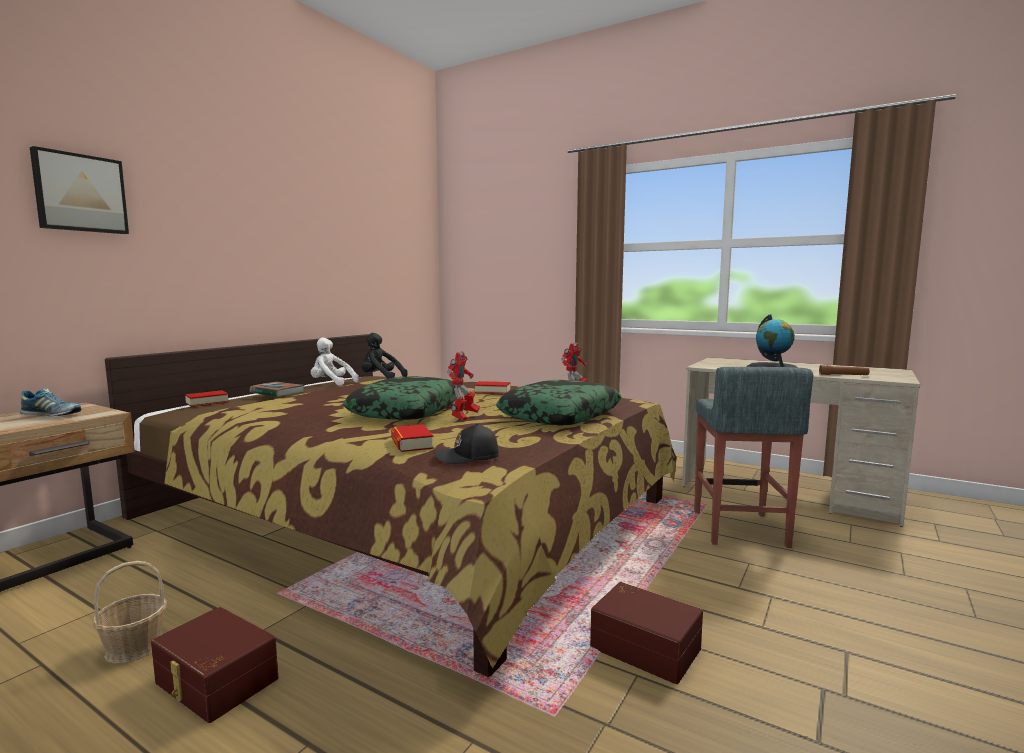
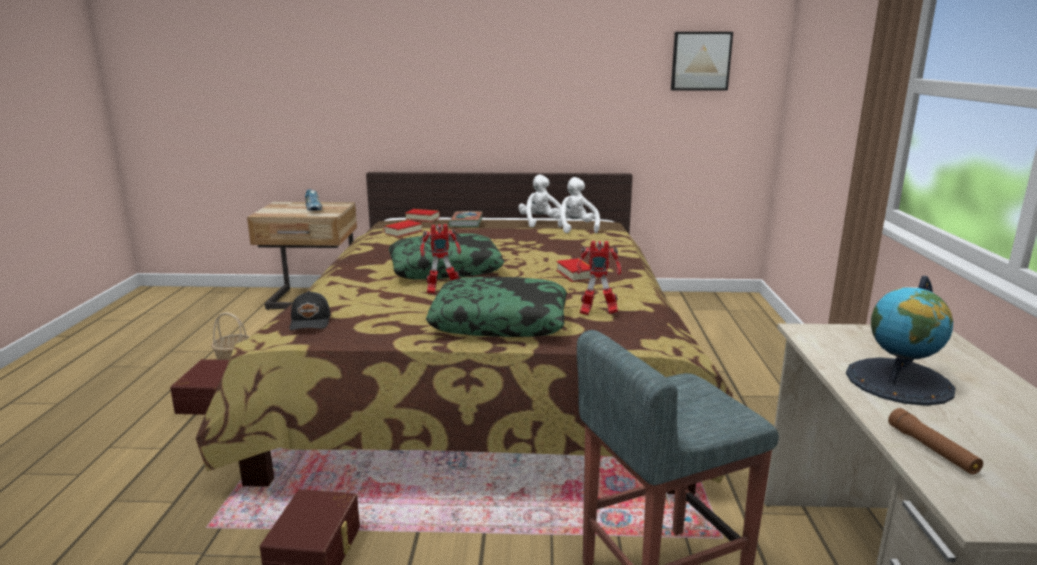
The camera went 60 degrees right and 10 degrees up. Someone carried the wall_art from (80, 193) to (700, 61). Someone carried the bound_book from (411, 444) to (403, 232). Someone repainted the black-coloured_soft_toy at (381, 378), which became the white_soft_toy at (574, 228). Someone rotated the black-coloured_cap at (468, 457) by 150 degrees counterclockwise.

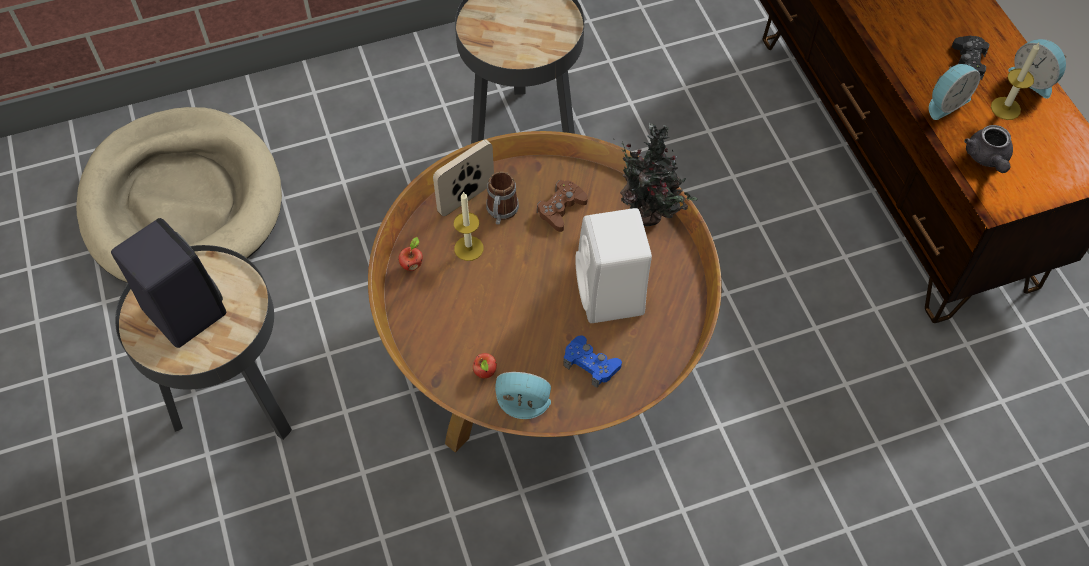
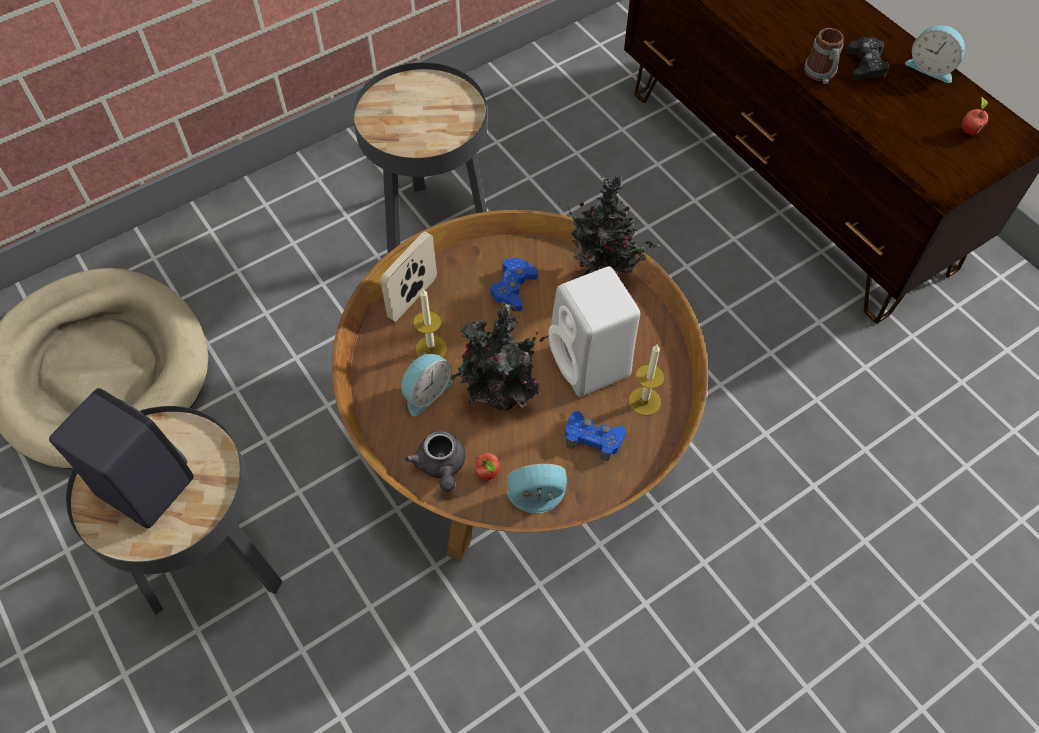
The camera went 15 degrees left and 0 degrees up. Someone put down the plant_in_a_pot at (500, 398). Someone carried the whole_apple from (412, 265) to (969, 130). Someone carried the tea_mug from (501, 213) to (821, 75). Someone carried the table_clock from (946, 102) to (425, 392). Someone carried the grey_pot_for_tea from (987, 158) to (441, 466). Someone carried the wax_candle from (1005, 108) to (644, 401). Someone repainted the brown-coloured_game_controller at (561, 209), which became the blue_game_controller at (513, 288).

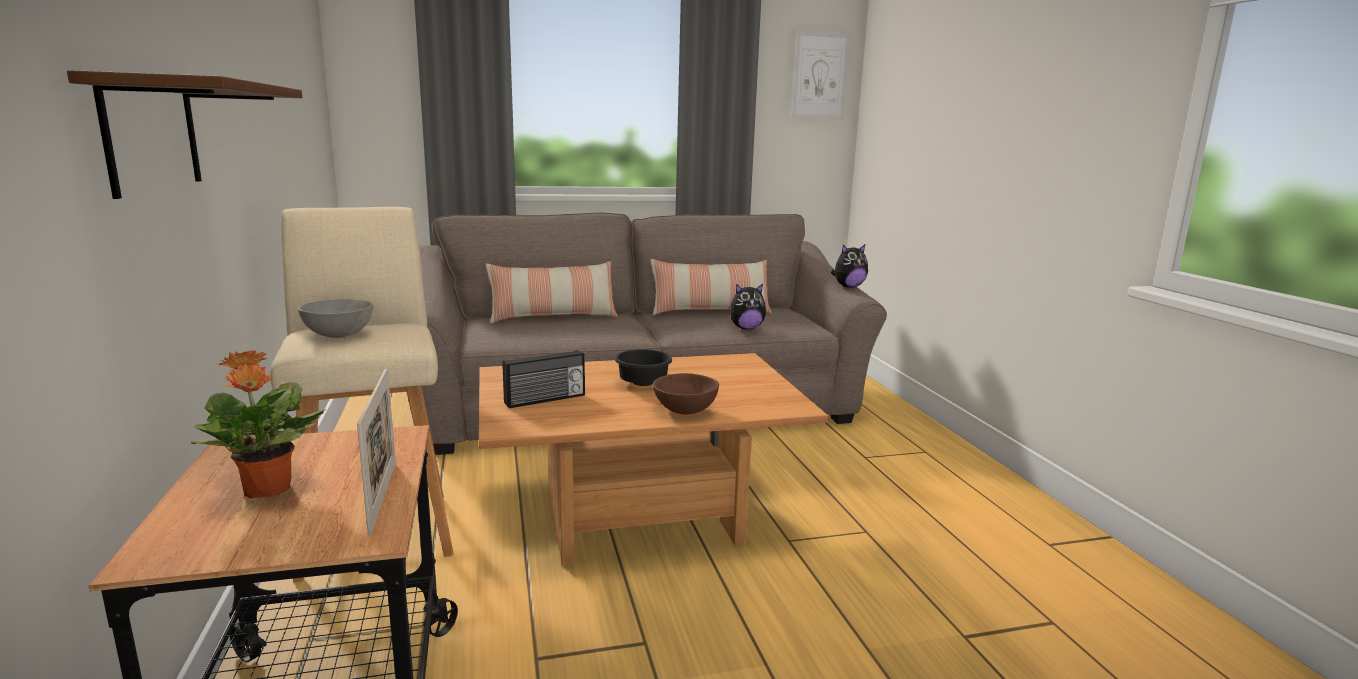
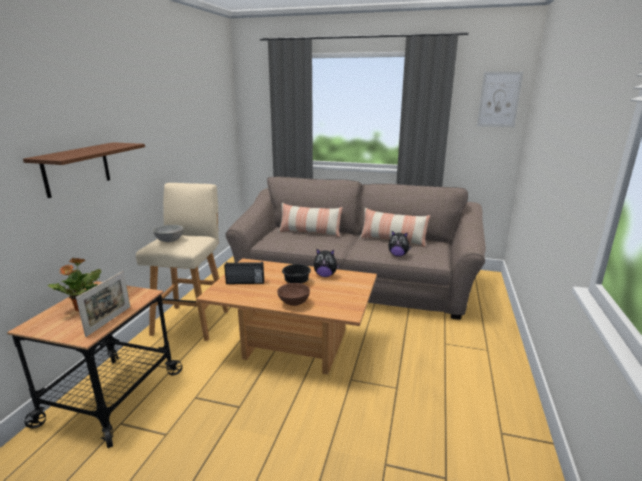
The camera went 30 degrees right and 5 degrees up. Someone carried the soft_toy from (848, 287) to (325, 275).

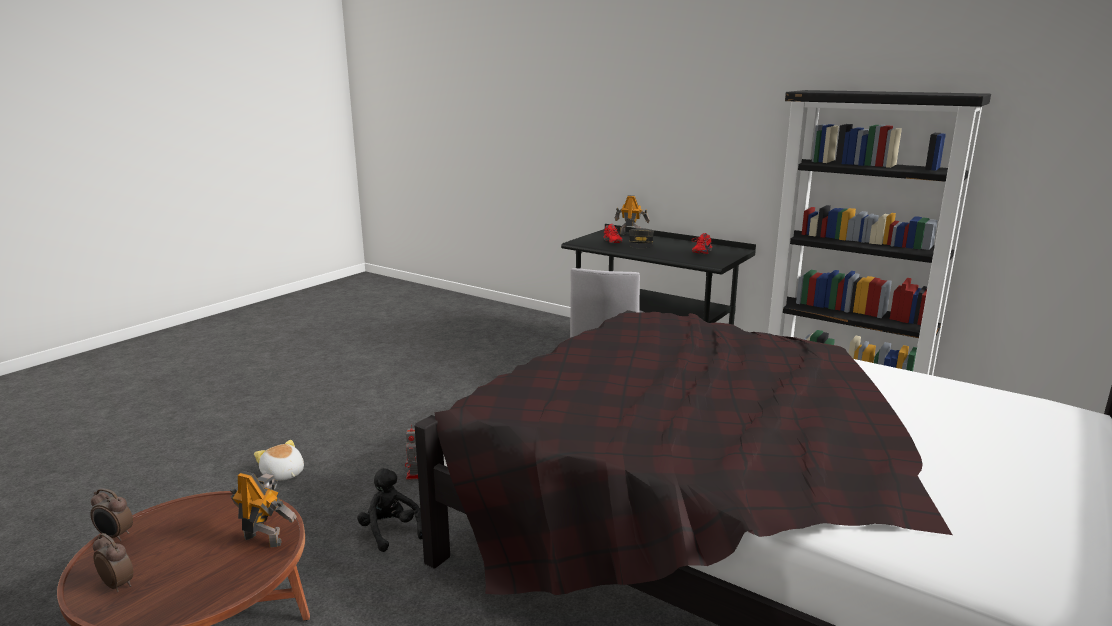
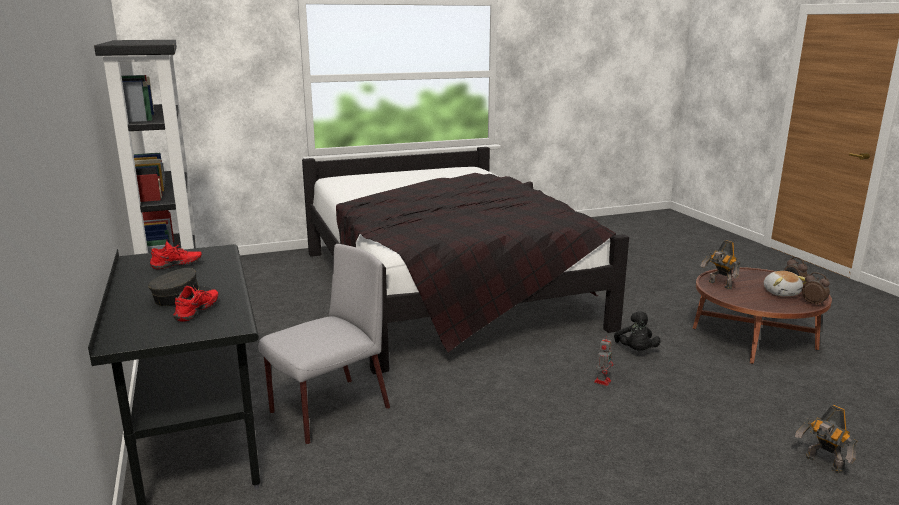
The camera went 145 degrees left and 0 degrees up. Someone carried the soft_toy from (283, 474) to (781, 293). Someone carried the model_robot from (630, 234) to (822, 464).

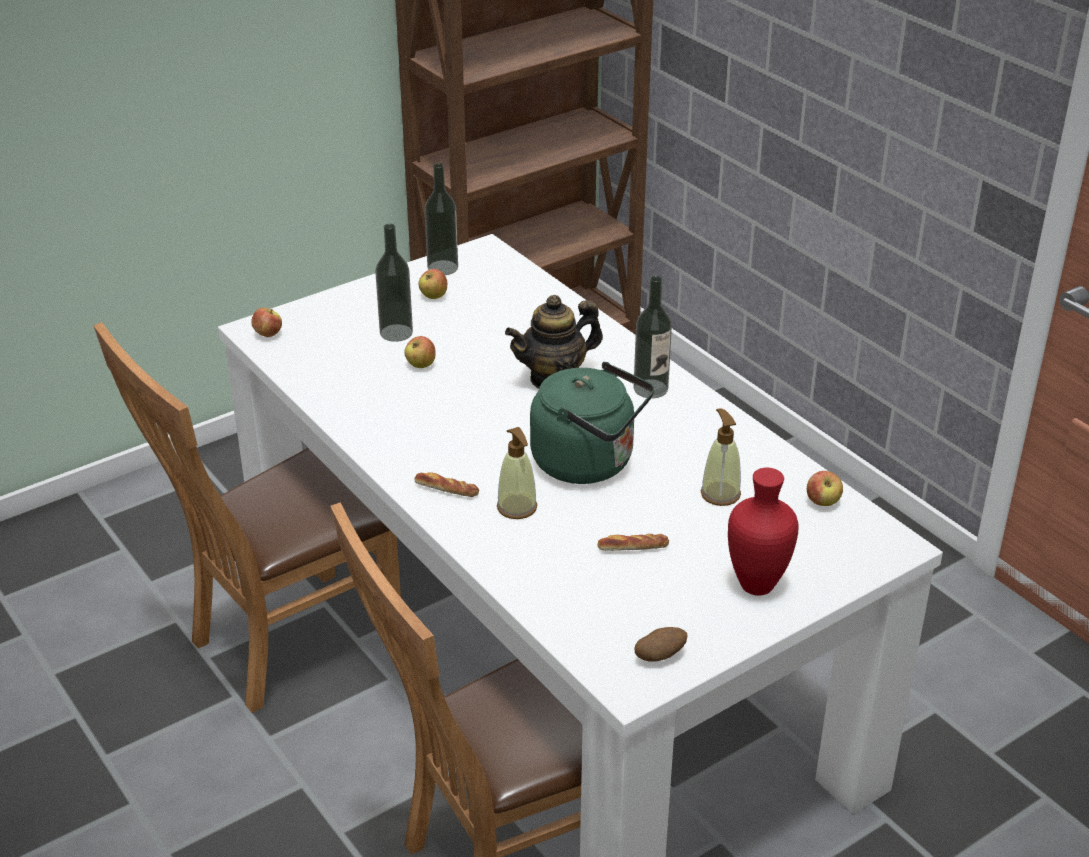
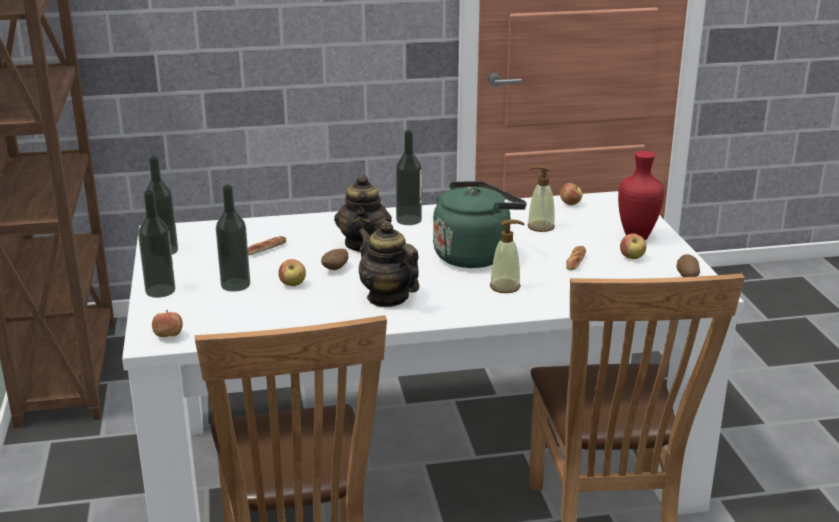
The camera went 65 degrees left and 10 degrees down. Someone put down the beverage_bottle at (160, 291). Someone put down the whole_potato at (335, 269). Someone put down the pot_for_tea at (387, 298). Someone carried the bread from (446, 489) to (266, 249). Someone carried the whole_apple from (433, 296) to (632, 257).

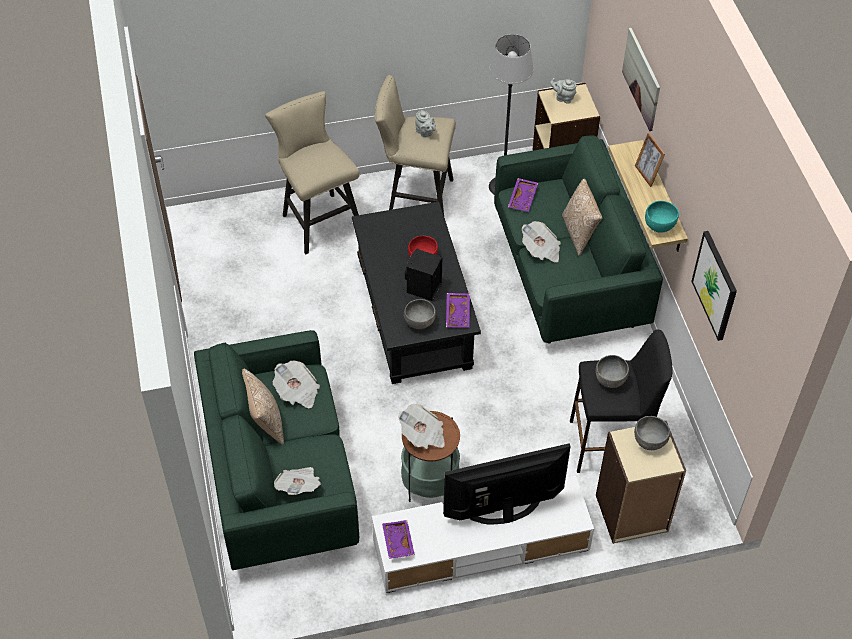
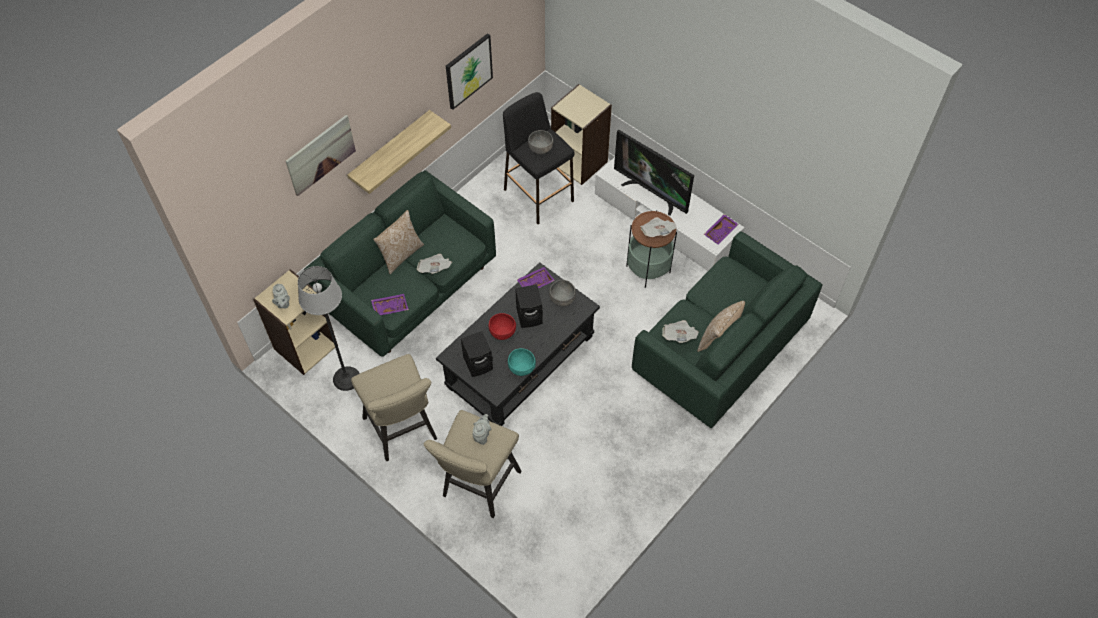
The camera went 125 degrees left and 5 degrees up. Someone took away the daily_paper at (299, 487). Someone took away the grey_serving_bowl at (649, 442). Someone took away the photo_frame at (646, 175). Someone put down the black-coloured_speaker at (479, 363). Someone carried the grey_pot_for_tea from (425, 133) to (482, 435). Someone carried the blue-green_serving_bowl from (659, 226) to (521, 368).

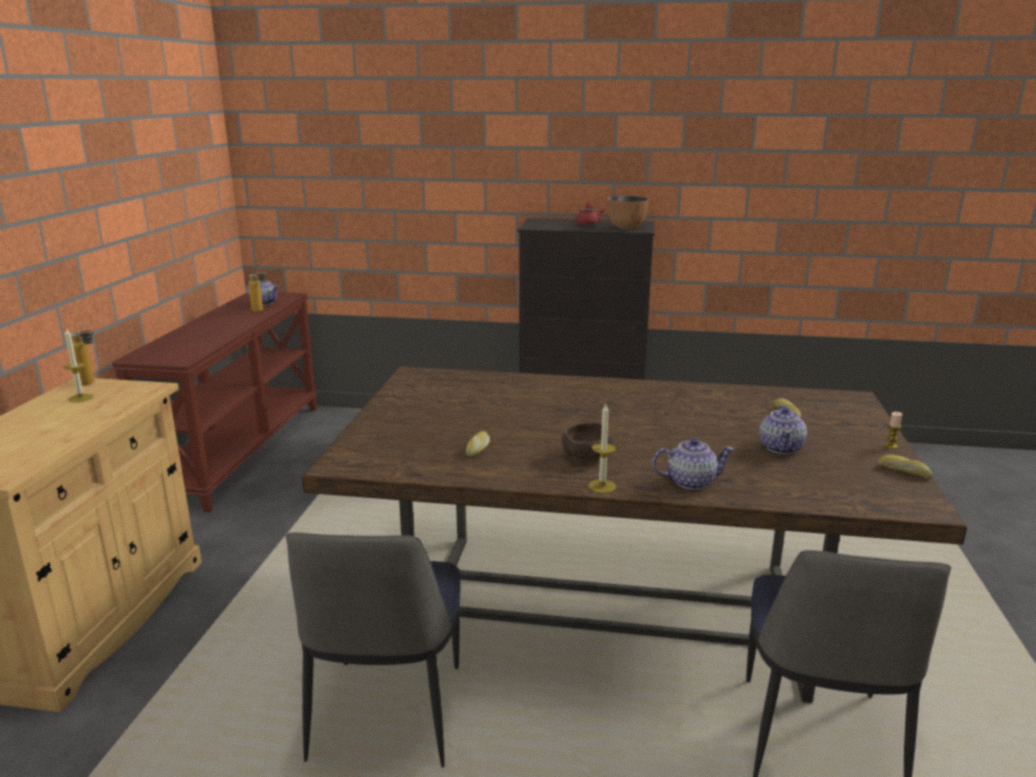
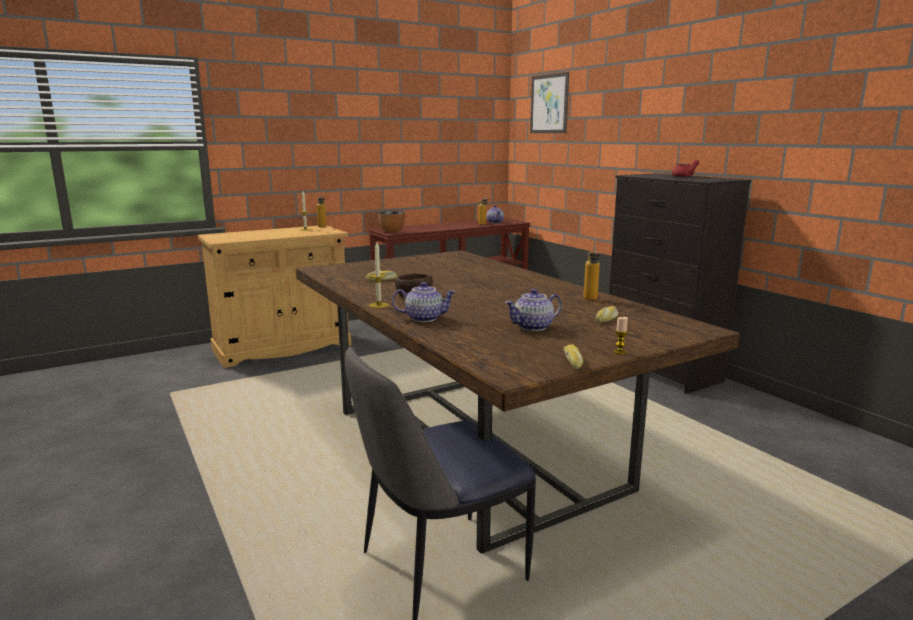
The camera went 50 degrees right and 5 degrees down. Someone took away the plain_chair at (386, 717). Someone put up the wall_art at (549, 104). Someone put down the beverage_bottle at (590, 300). Someone carried the serving_bowl from (626, 227) to (392, 232). Someone rotated the pot_for_tea at (690, 482) by 45 degrees counterclockwise.

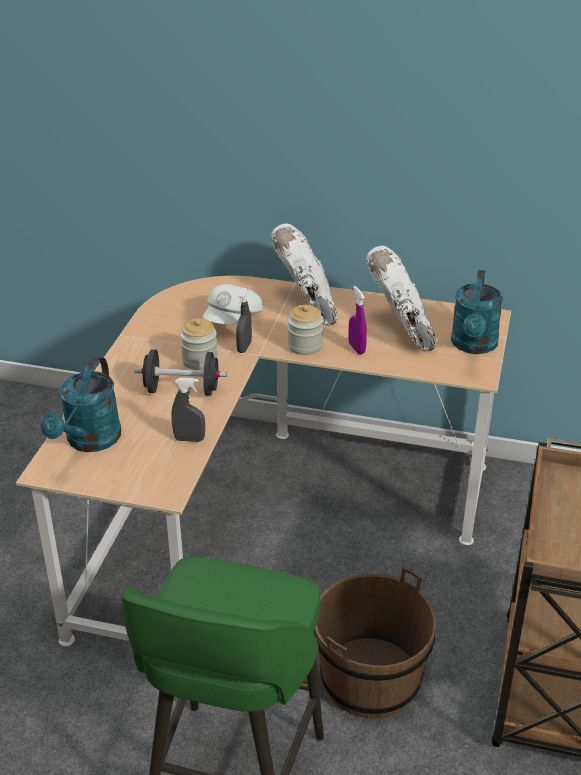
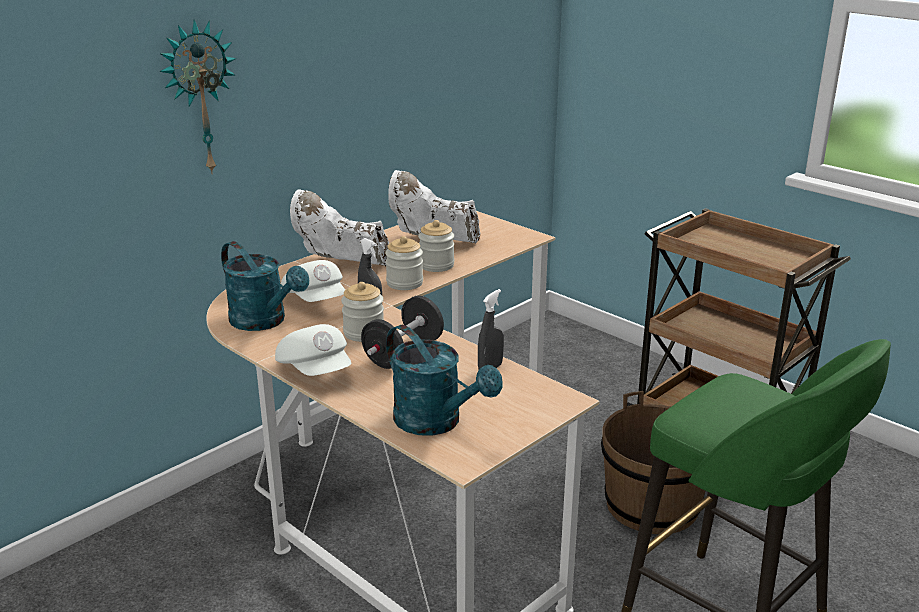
The camera went 60 degrees left and 10 degrees down. Someone put up the clock_on_the_wall at (199, 98). Someone put down the white_cap at (316, 371). Someone carried the blue-green_sprinkling_can from (474, 346) to (264, 322). Someone swapped the purple-coloured_hand_sprayer at (356, 348) for the jar at (436, 265).

